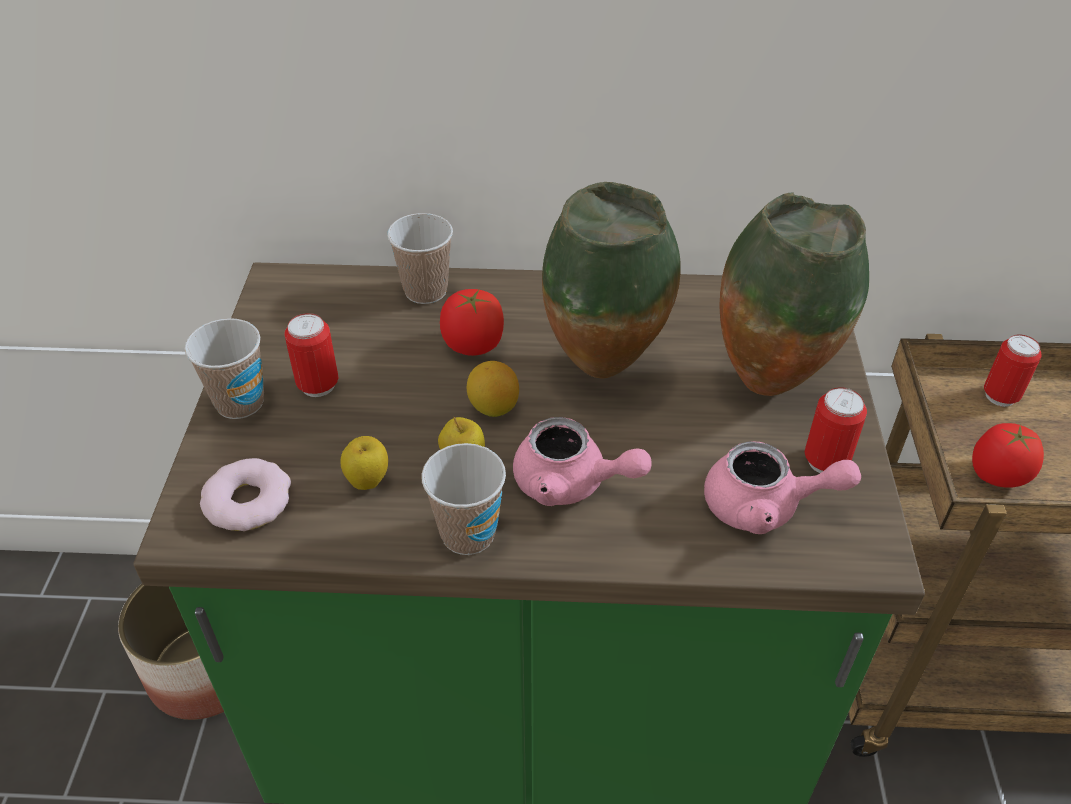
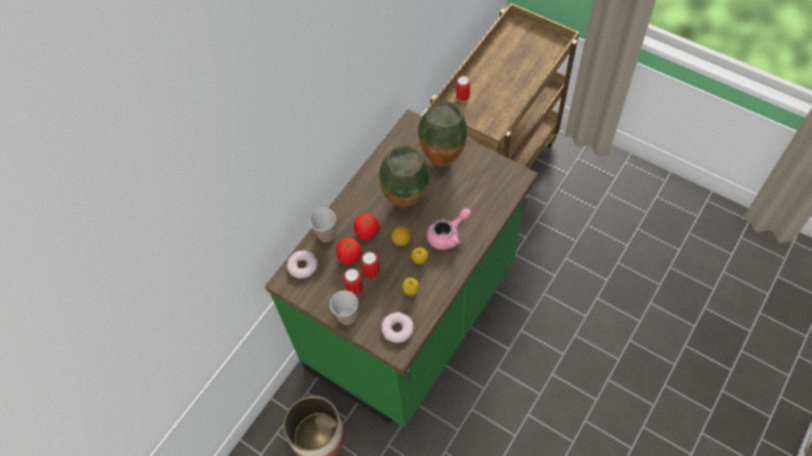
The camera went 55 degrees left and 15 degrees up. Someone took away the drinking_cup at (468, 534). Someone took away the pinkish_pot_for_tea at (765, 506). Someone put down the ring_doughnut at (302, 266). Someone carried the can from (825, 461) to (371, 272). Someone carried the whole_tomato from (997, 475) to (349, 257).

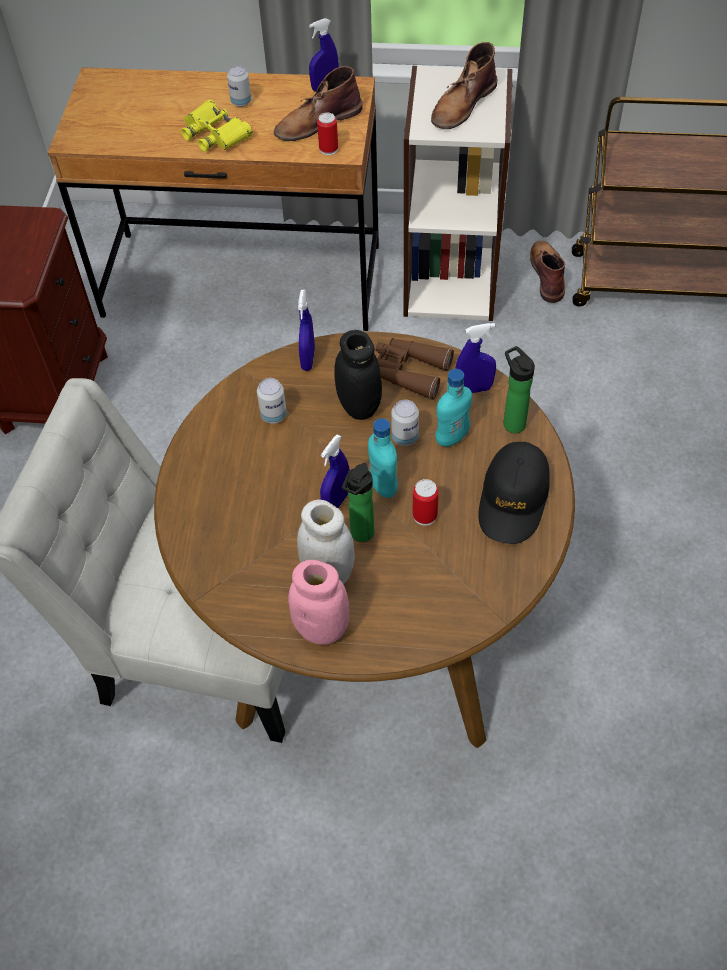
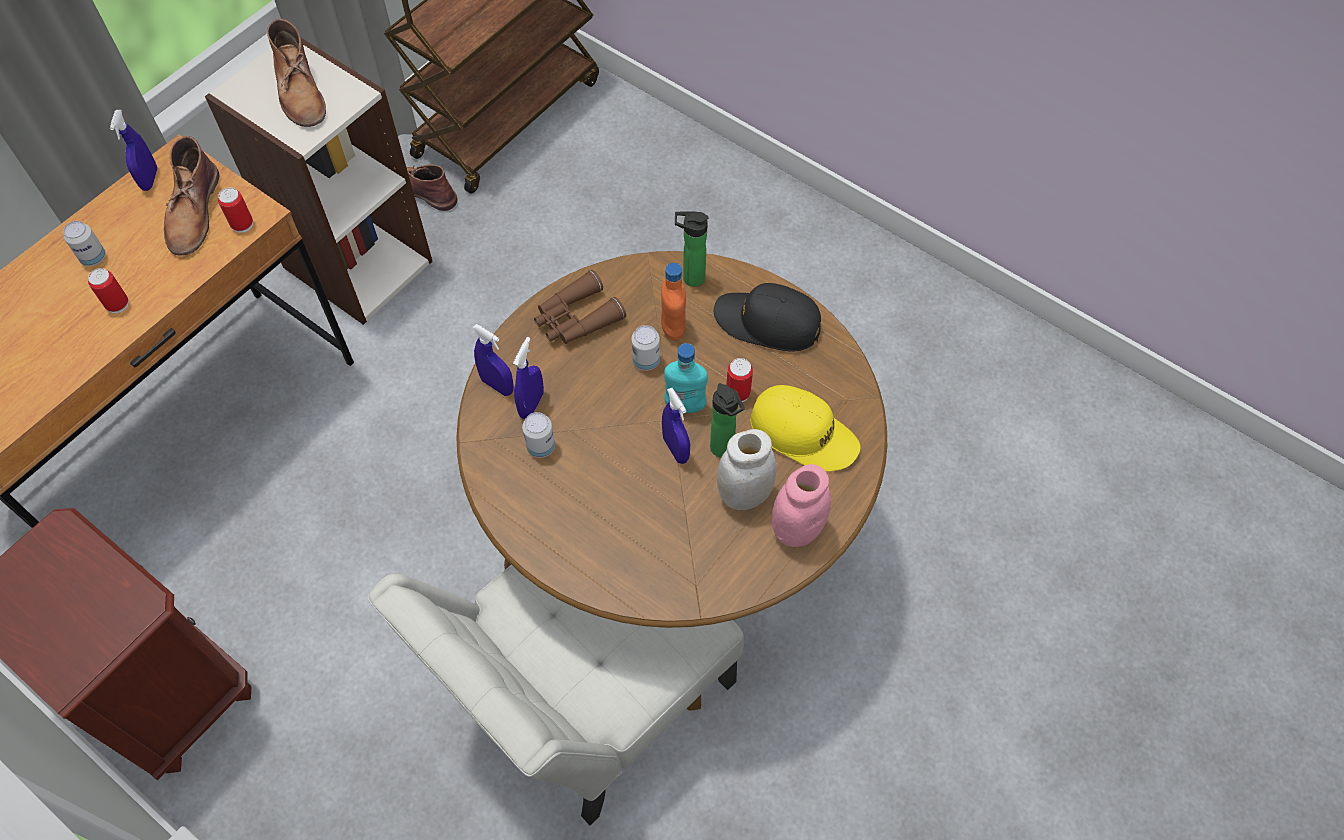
The camera went 60 degrees left and 5 degrees up. Someone took away the black-coloured_jar at (359, 406). Someone put down the yellow-coloured_cap at (803, 434). Someone carried the blue_hand_sprayer from (474, 389) to (531, 405). Someone swapped the yellow-coloured_pair_of_binoculars at (215, 133) for the can at (117, 304). Someone repainted the blue-green_beverage_bottle at (452, 437), which became the orange-coloured_beverage_bottle at (673, 328). Someone rotated the black-coloured_cap at (513, 499) by 150 degrees clockwise.

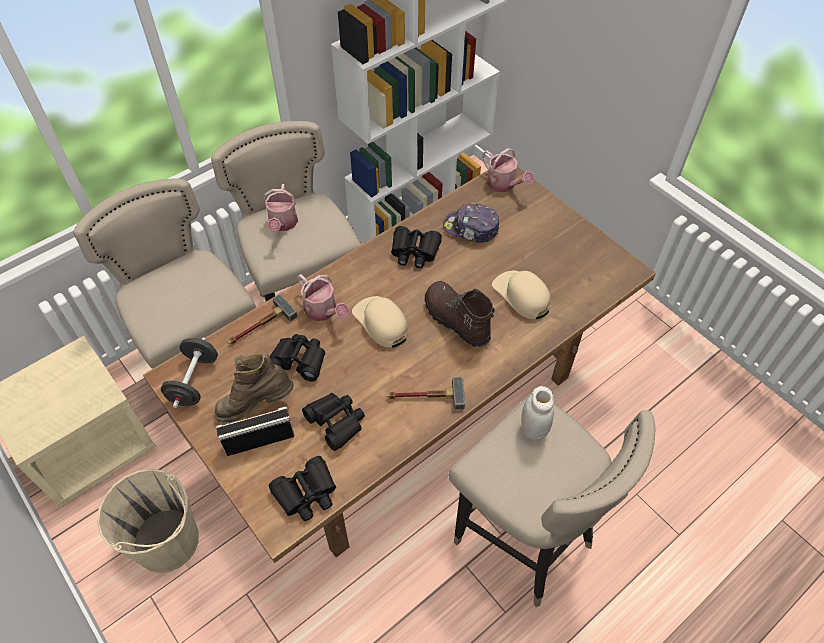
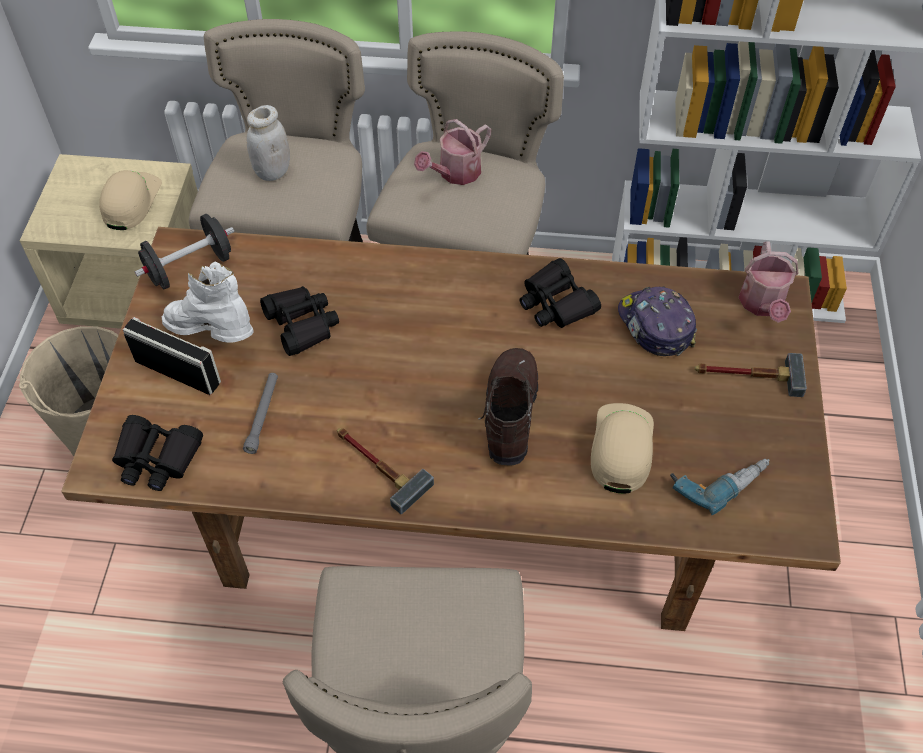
The camera went 45 degrees right and 0 degrees up. Someone took away the sprinkling_can at (323, 311). Someone put down the electric_drill at (718, 479). Someone carried the tool_hammer from (260, 326) to (747, 376). Someone carried the sand-coloured_cap from (381, 322) to (131, 202). Someone carried the white_jar from (533, 429) to (272, 172). Someone swapped the black-coloured_pair_of_binoculars at (336, 422) for the grey_torch at (262, 415). Someone repainted the brown-coloured_high-top_boot at (256, 405), which became the white_high-top_boot at (214, 335).

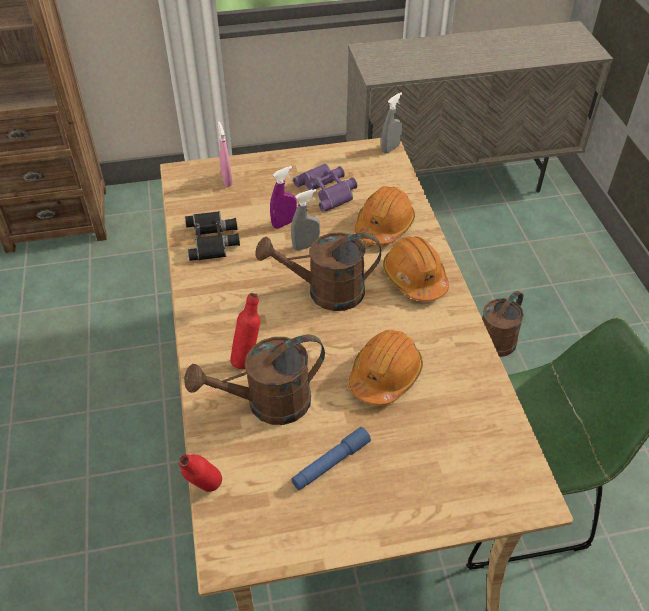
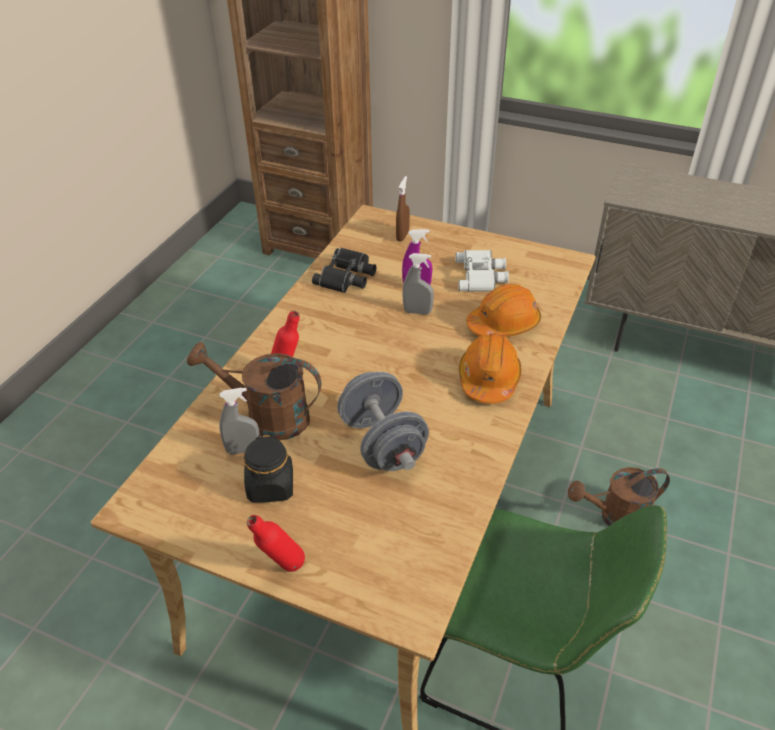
The camera went 35 degrees right and 5 degrees down. Someone took away the brown-coloured_sprinkling_can at (325, 293). Someone carried the reddish_beverage_bottle from (205, 493) to (282, 569). Someone carried the grey_hand_sprayer from (390, 148) to (243, 450). Someone swapped the blue_torch at (331, 463) for the black-coloured_jar at (271, 486). Someone swapped the orange-coloured_safety_helmet at (385, 375) for the grey_free_weight at (382, 443). Someone repainted the pinkish_hand_sprayer at (227, 180), which became the brown-coloured_hand_sprayer at (402, 235). Someone repainted the purple-coloured_pair_of_binoculars at (328, 190), which became the white_pair_of_binoculars at (482, 276).

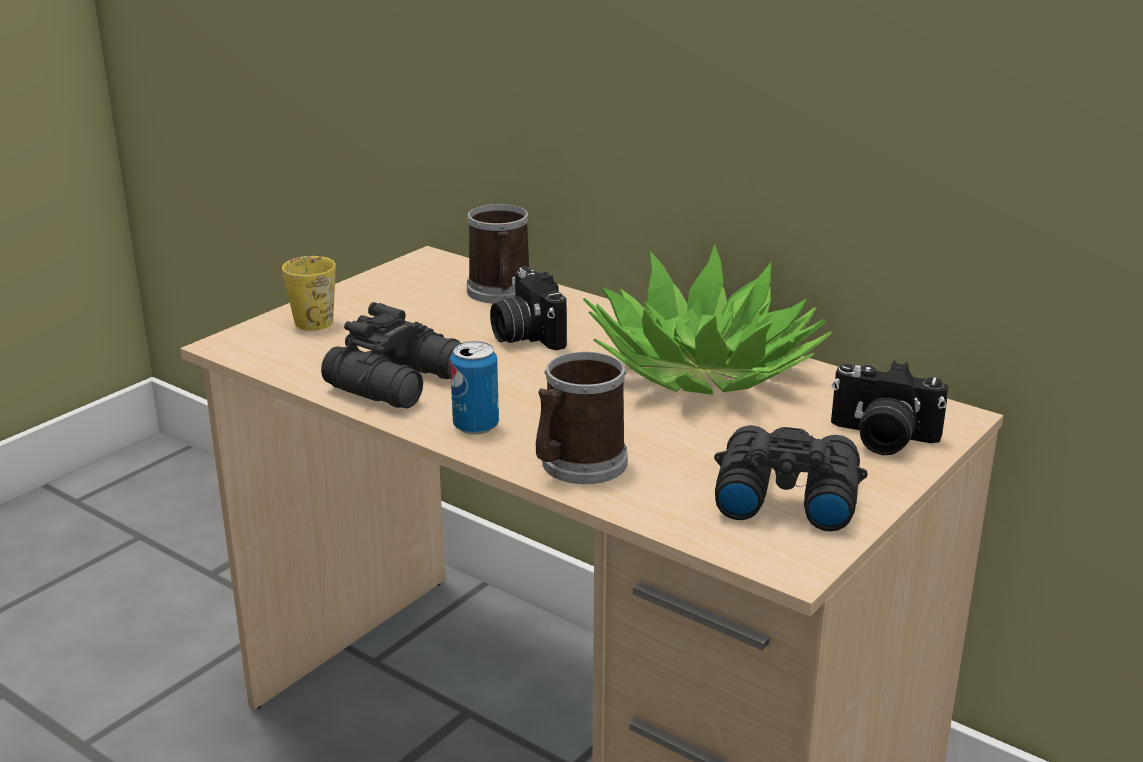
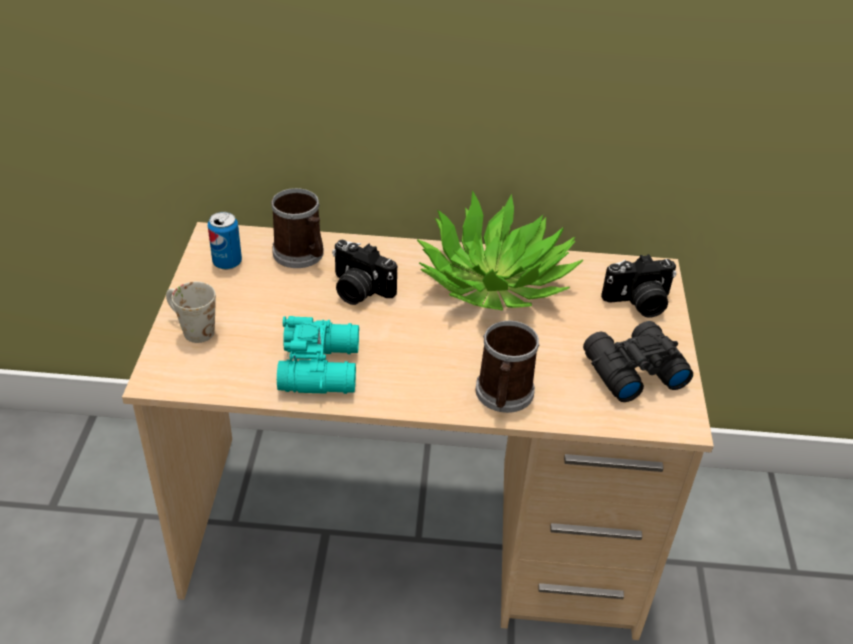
The camera went 35 degrees left and 15 degrees up. Someone carried the can from (476, 426) to (227, 262). Someone repainted the yellow-coloured_tea_mug at (310, 318), which became the white_tea_mug at (191, 329). Someone repainted the black-coloured_pair_of_binoculars at (401, 382), which became the blue-green_pair_of_binoculars at (322, 367).

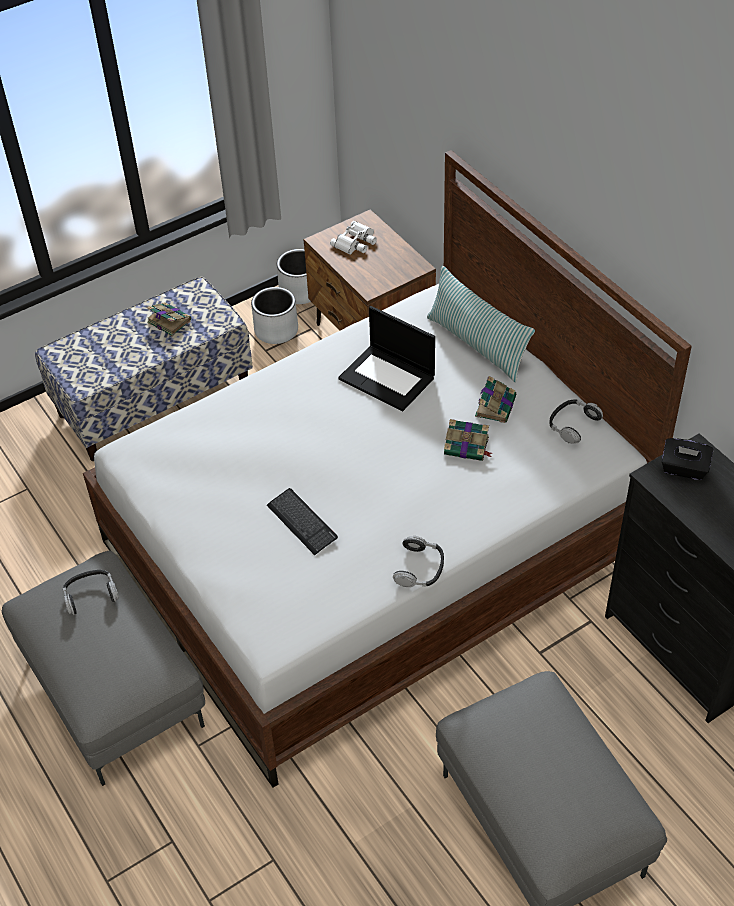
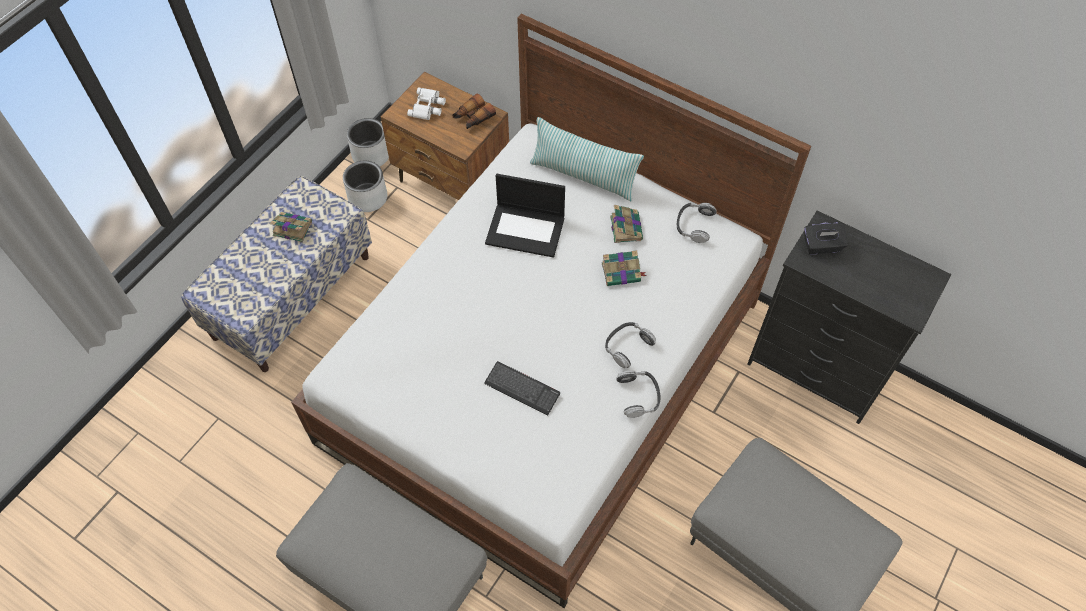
The camera went 25 degrees left and 10 degrees up. Someone put down the pair_of_binoculars at (473, 117). Someone carried the headset from (90, 595) to (627, 346).

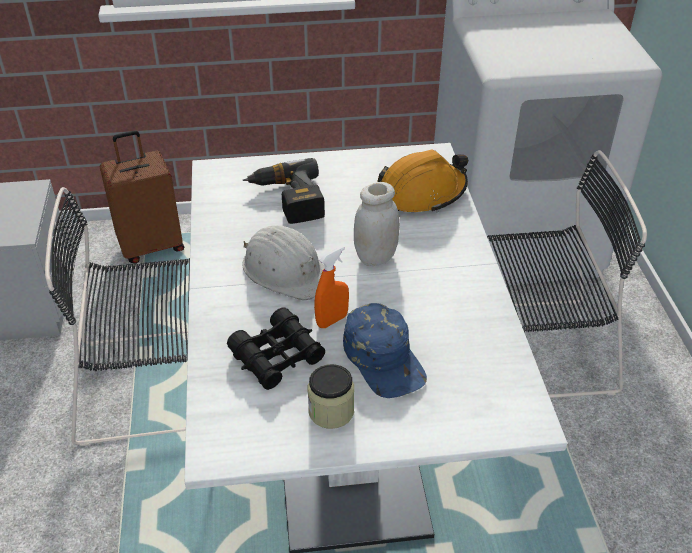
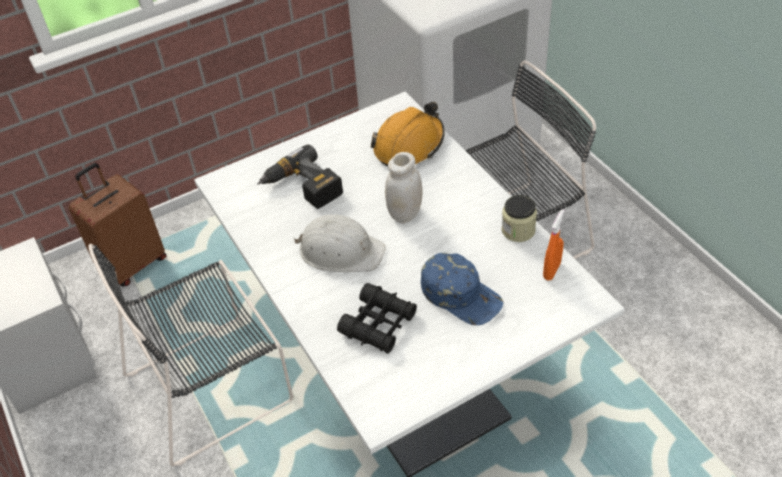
The camera went 20 degrees left and 5 degrees up. Someone carried the jar from (331, 411) to (518, 230). Someone carried the orange-coloured_hand_sprayer from (332, 320) to (551, 271).

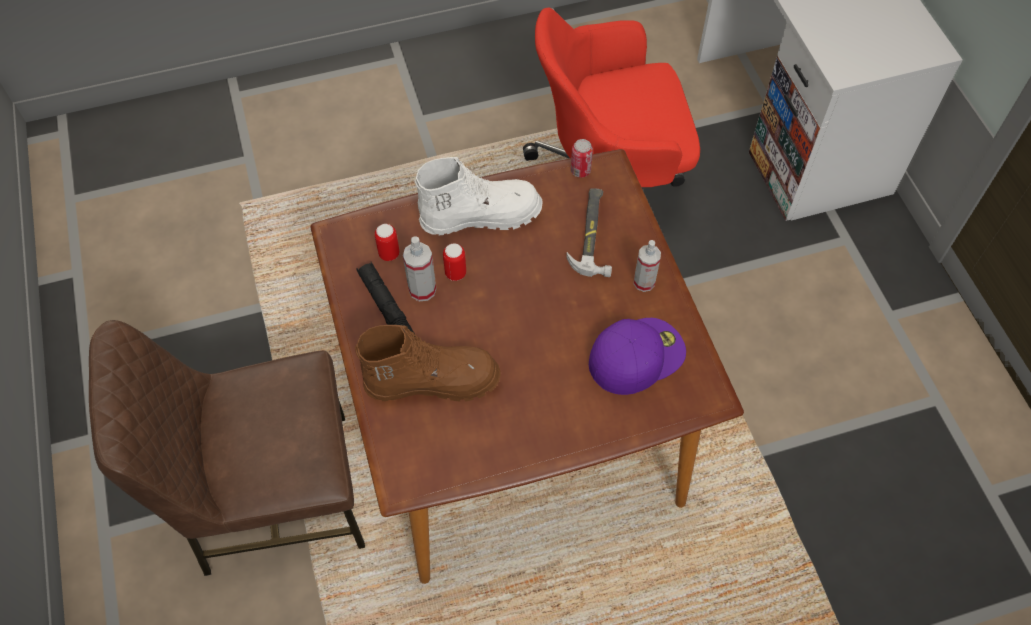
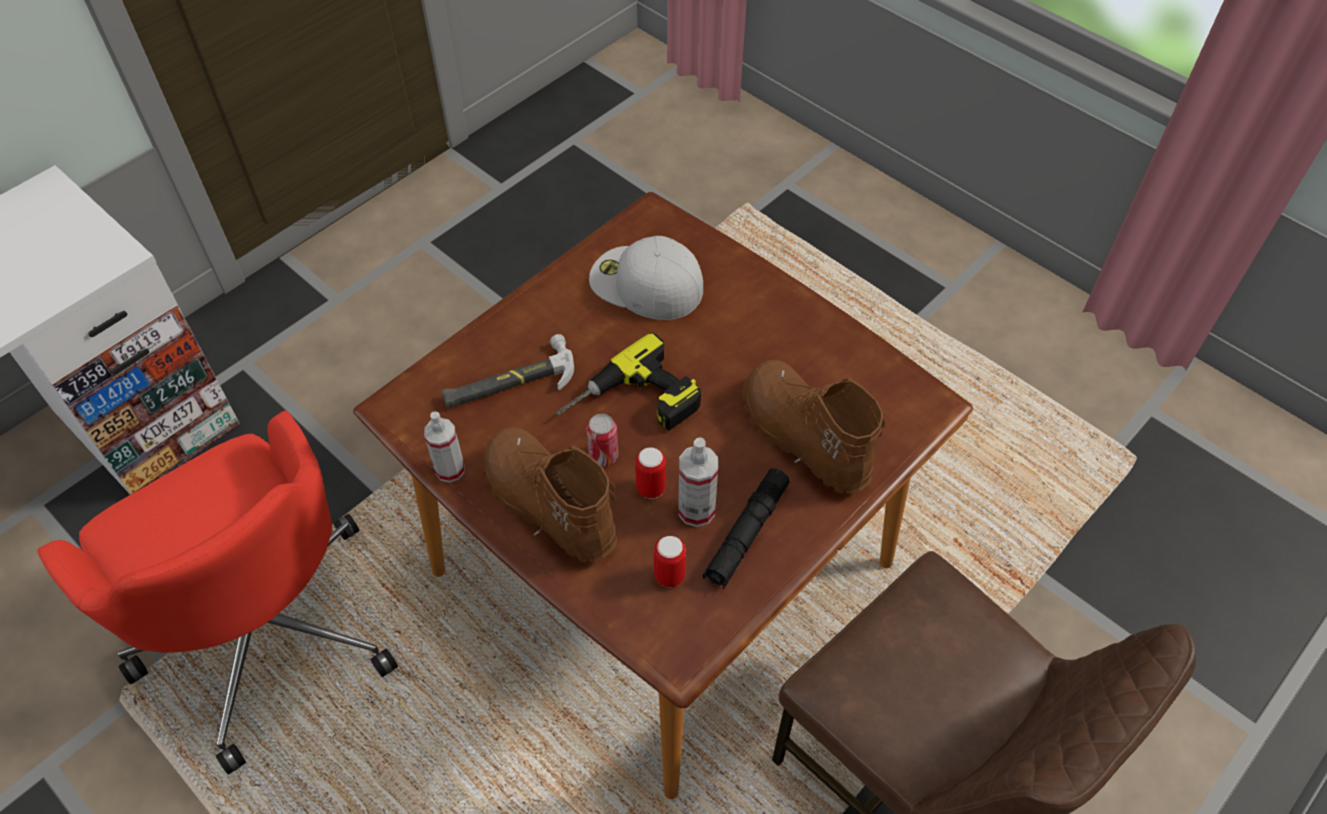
The camera went 120 degrees left and 5 degrees down. Someone put down the electric_drill at (632, 405). Someone carried the can from (580, 171) to (603, 456). Someone carried the hand_sprayer from (644, 282) to (450, 469). Someone repainted the white_high-top_boot at (480, 215), which became the brown-coloured_high-top_boot at (548, 506). Someone repainted the purple-coloured_cap at (636, 355), which became the white_cap at (644, 283).

